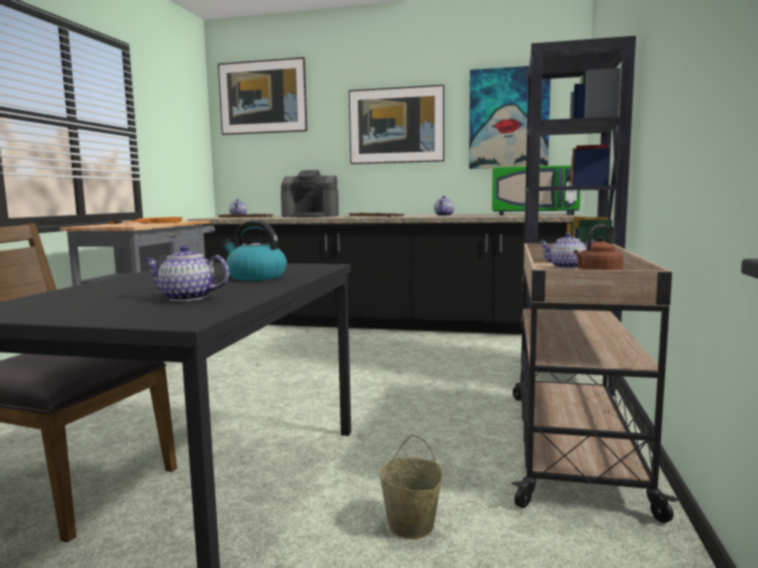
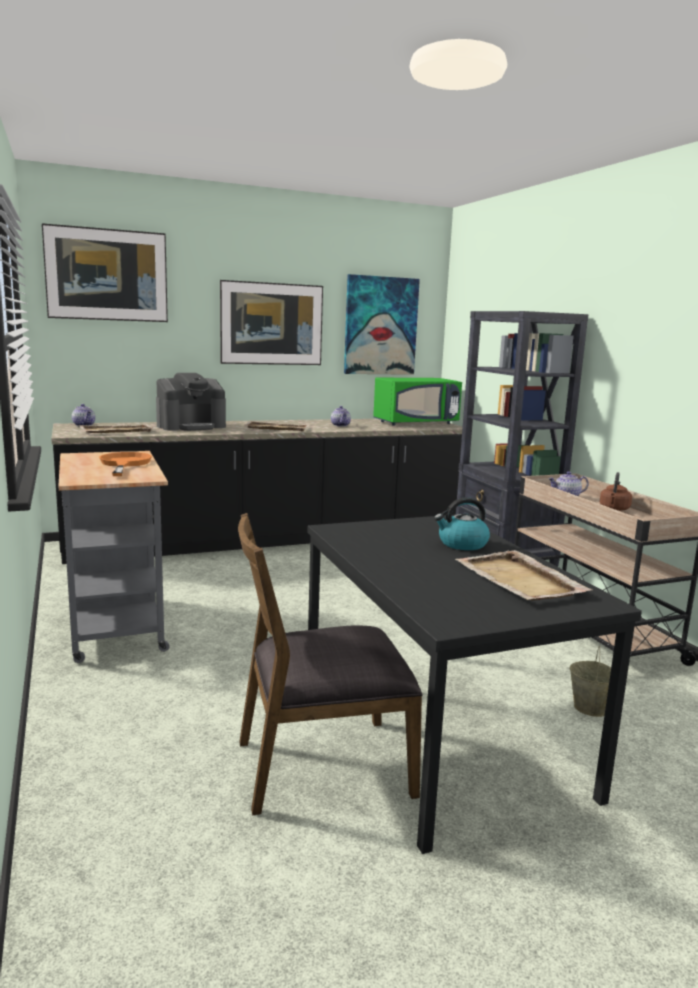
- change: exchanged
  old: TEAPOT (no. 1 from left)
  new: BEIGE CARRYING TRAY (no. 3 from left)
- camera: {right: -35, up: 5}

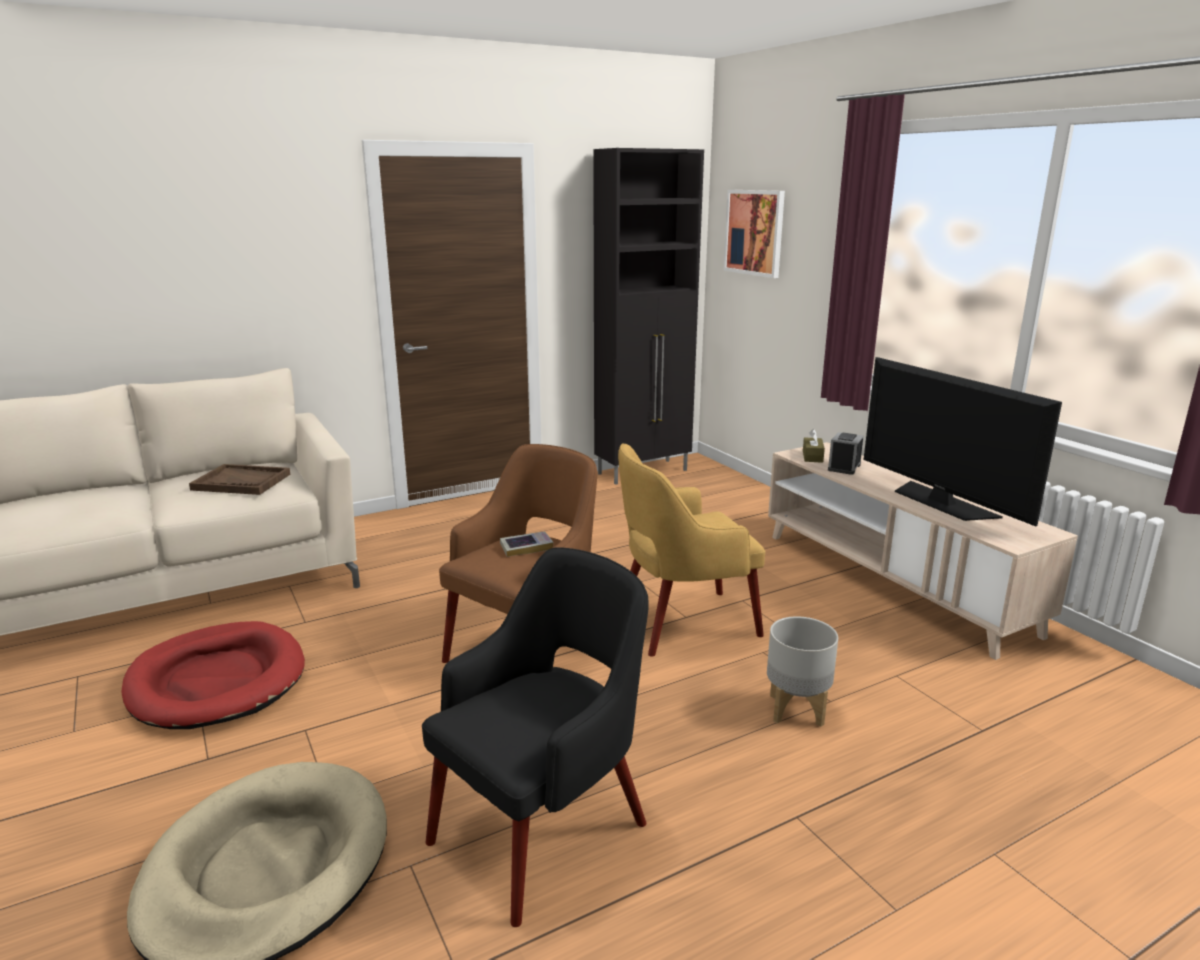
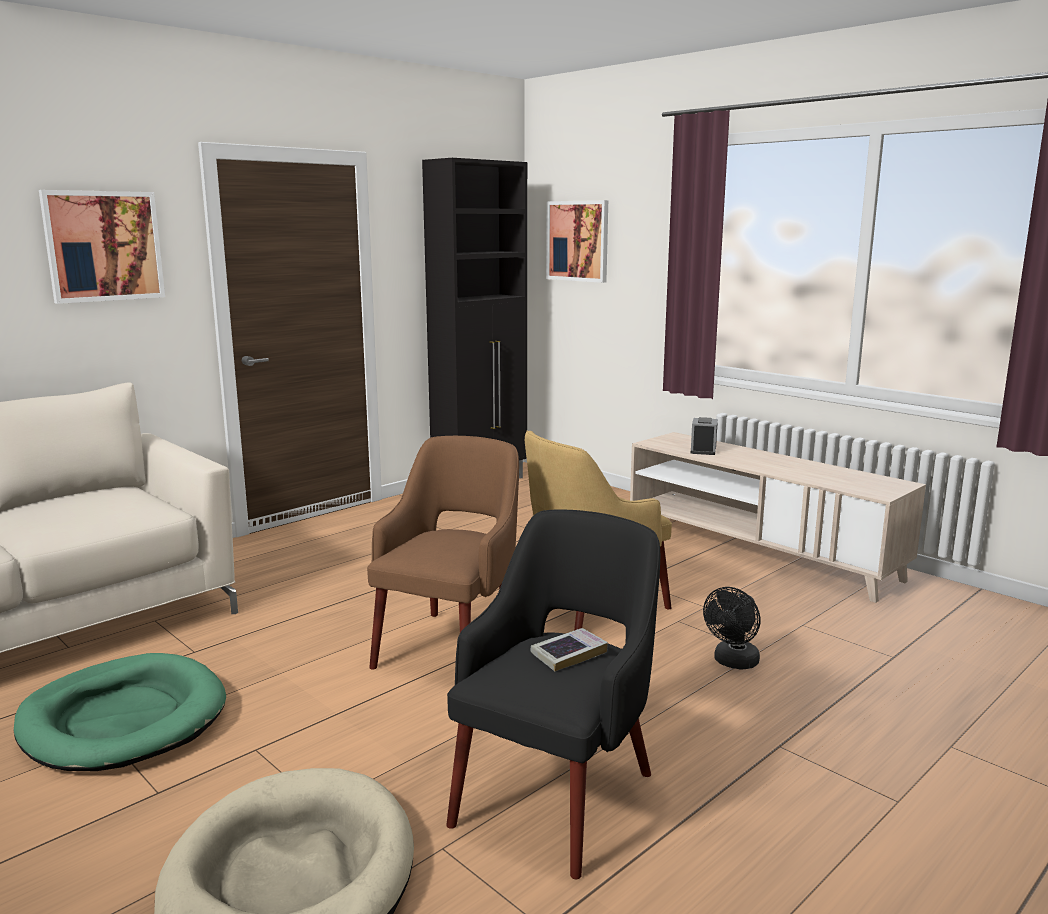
- change: colour
  old: RED-COLOURED DOG CUSHION
  new: GREEN DOG CUSHION
- change: appeared
  new: WALL PICTURE (no. 1 from left)
- change: relocated
  old: BOUND BOOK
- change: exchanged
  old: GREYISH PLANTER
  new: BLACK-COLOURED COOLING FAN
- change: missing
  old: BROWN CARRYING TRAY
- change: missing
  old: BROWN TISSUE HOLDER
- change: missing
  old: TELEVISION
- camera: {right: -15, up: -5}

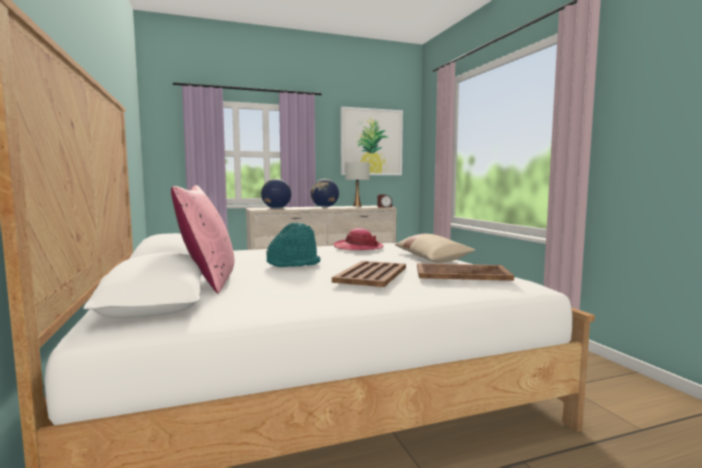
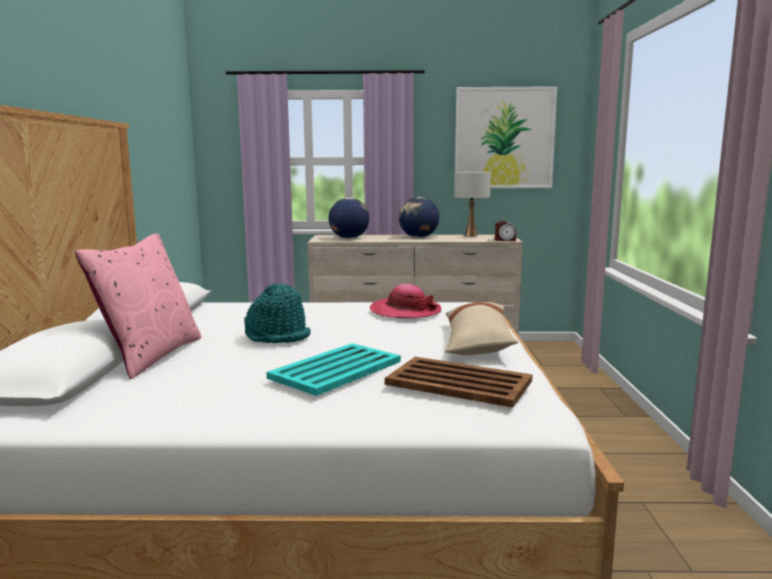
- change: colour
  old: BROWN CARRYING TRAY (no. 1 from left)
  new: TURQUOISE-COLOURED CARRYING TRAY
- camera: {right: 20, up: 5}

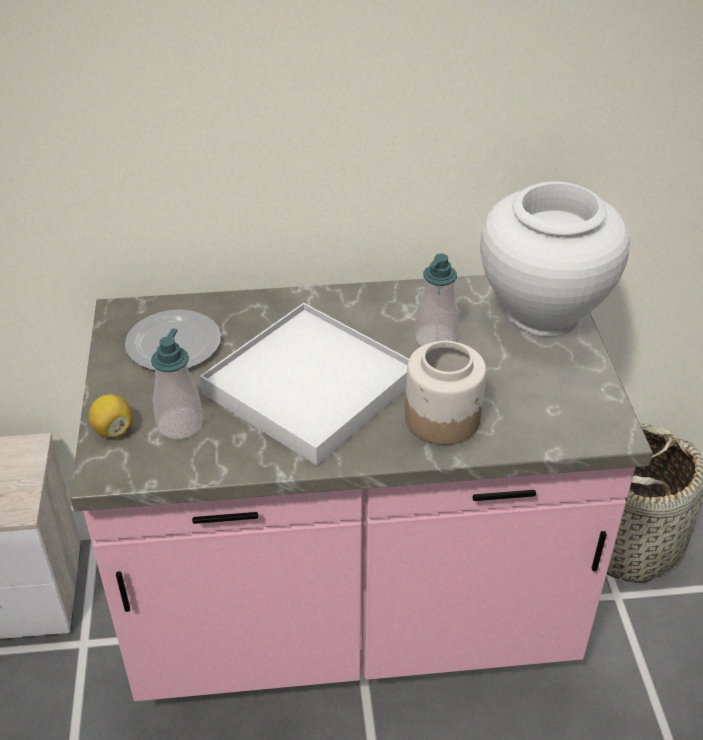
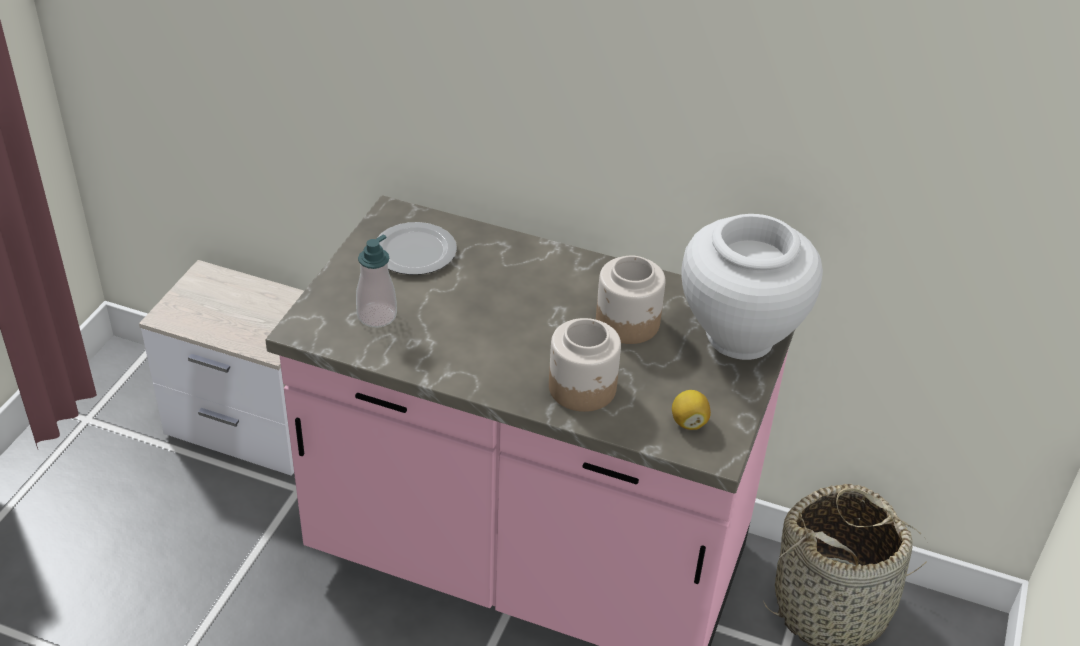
- change: exchanged
  old: SOAP BOTTLE (no. 2 from left)
  new: JAR (no. 2 from left)
- change: relocated
  old: CITRUS FRUIT
- change: missing
  old: WHITE-COLOURED CARRYING TRAY
- camera: {right: 25, up: 0}

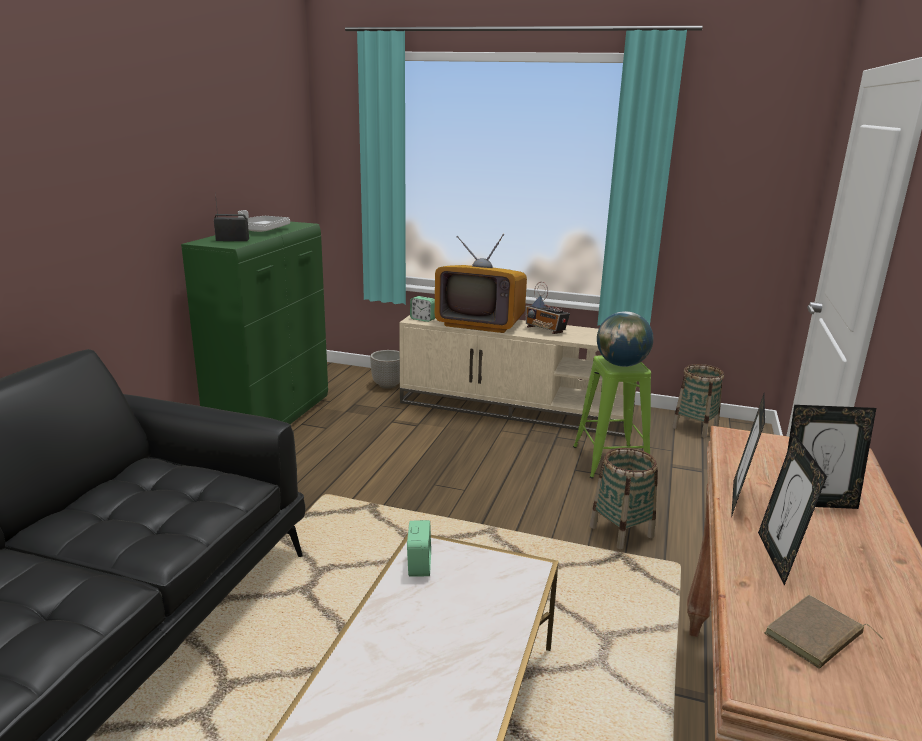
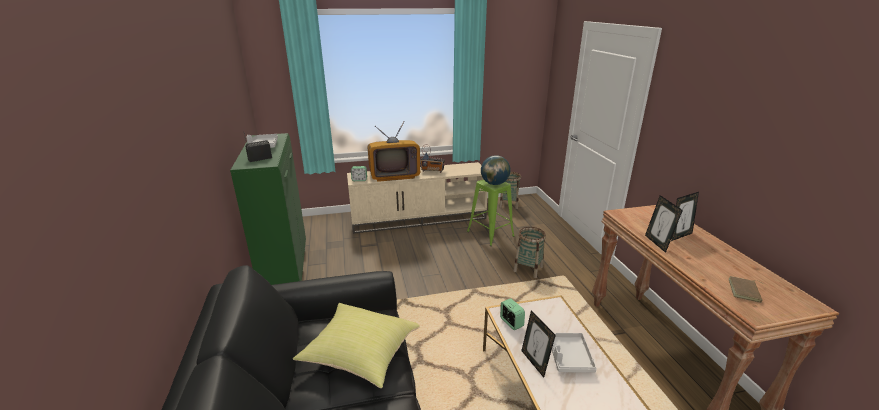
- change: appeared
  new: YELLOW-COLOURED THROW PILLOW
- change: relocated
  old: PHOTO FRAME (no. 2 from left in the first image)
  new: PHOTO FRAME (no. 1 from left)
- change: appeared
  new: GREYISH CARRYING TRAY (no. 2 from left)
- change: missing
  old: PLANTER
- camera: {right: -30, up: 5}

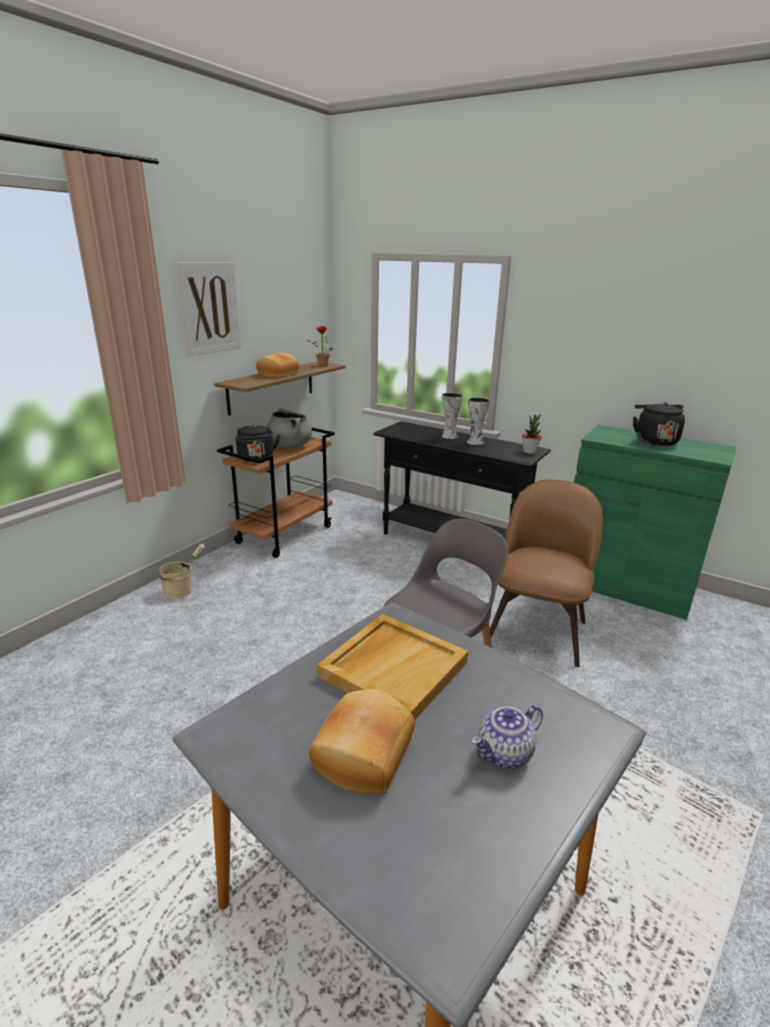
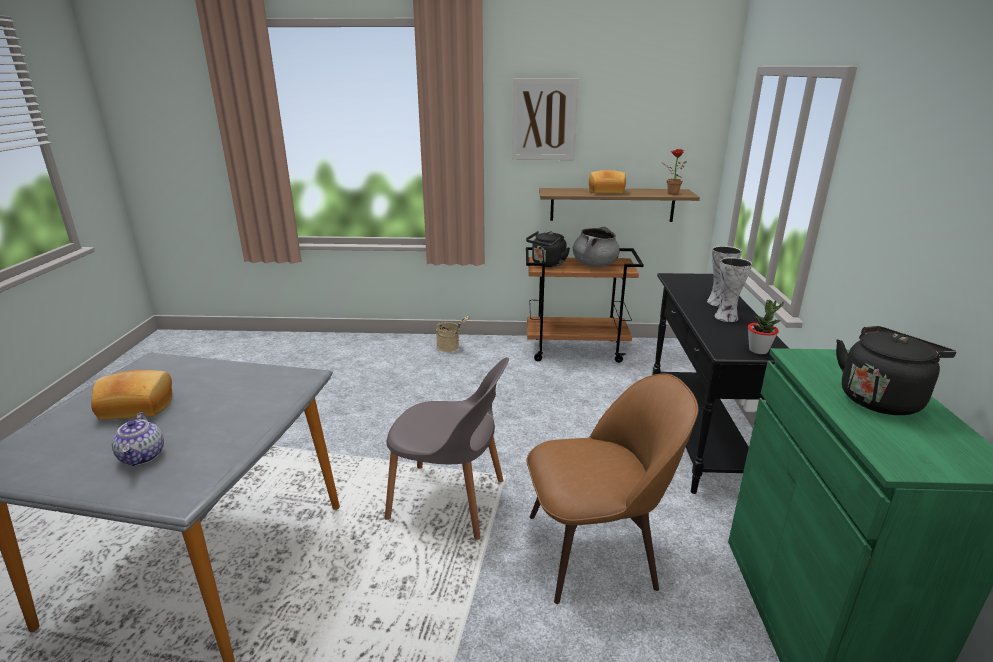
- change: spun
  old: TEAPOT
  degrees: -135
- change: missing
  old: BEIGE CARRYING TRAY
- camera: {right: 60, up: 0}

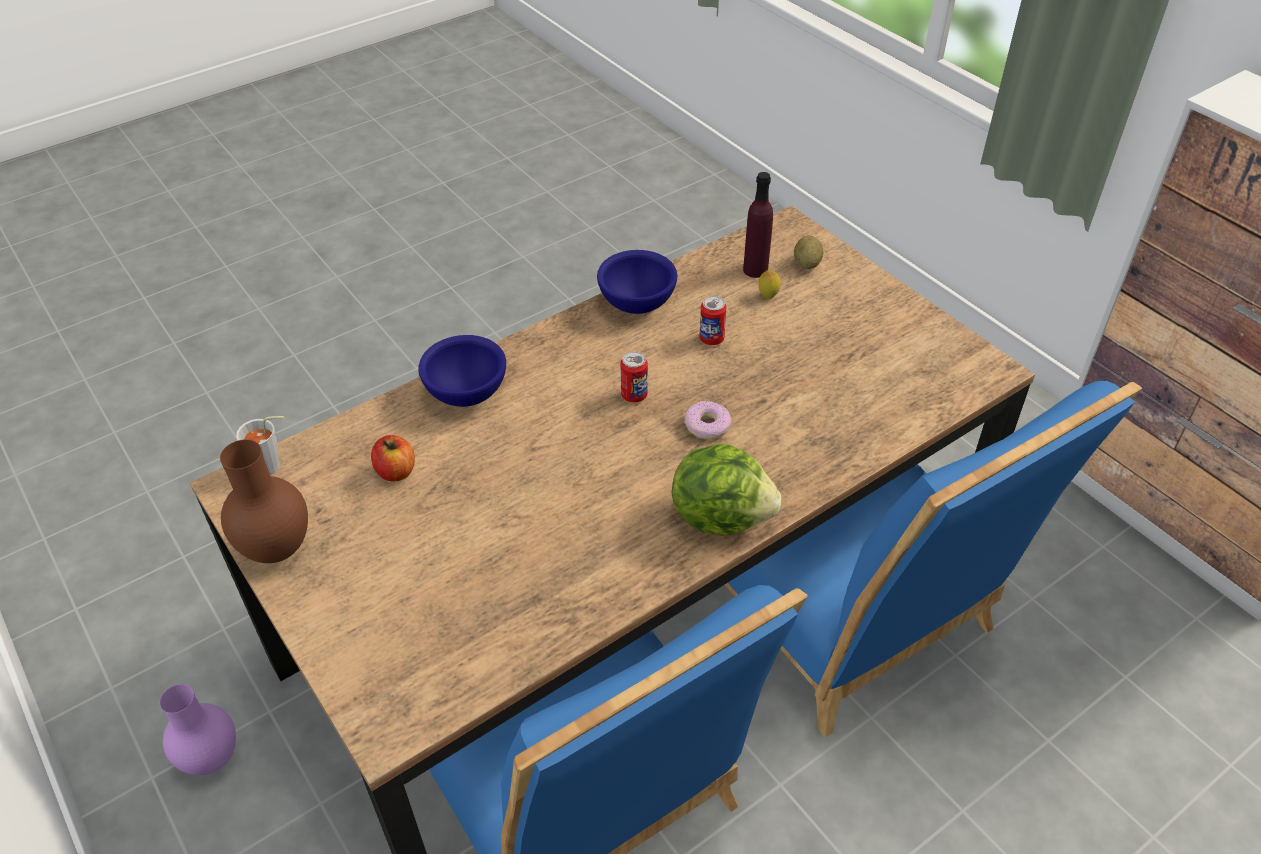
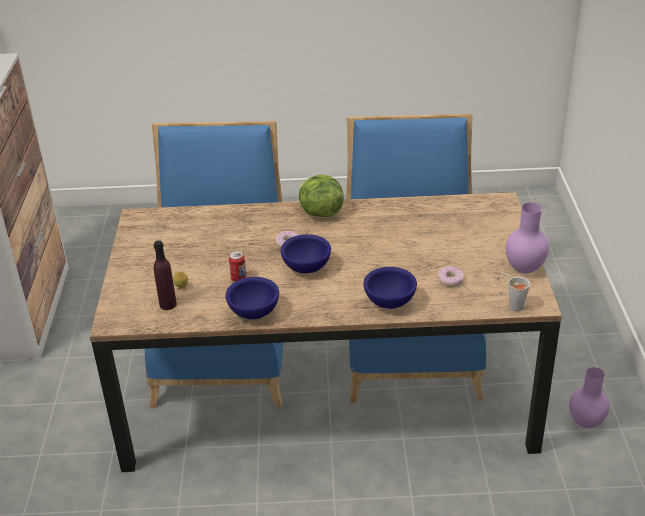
- change: exchanged
  old: METAL CAN (no. 1 from left)
  new: BLUISH DEEP DISH (no. 2 from left)
- change: exchanged
  old: APPLE
  new: DONUT (no. 2 from left)
- change: colour
  old: BROWN FLOWER VASE
  new: PURPLISH FLOWER VASE (no. 1 from left)
- change: missing
  old: POTATO
- camera: {right: -145, up: -10}

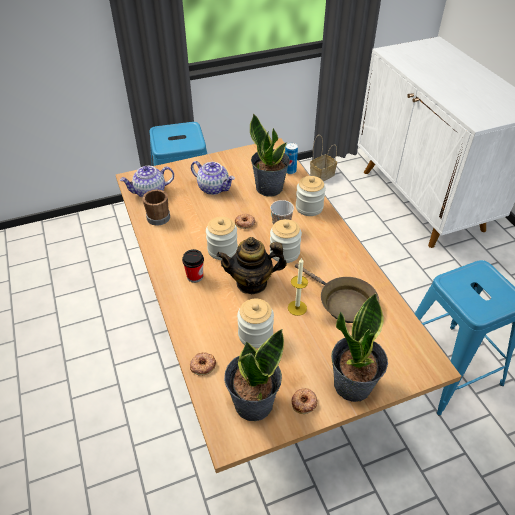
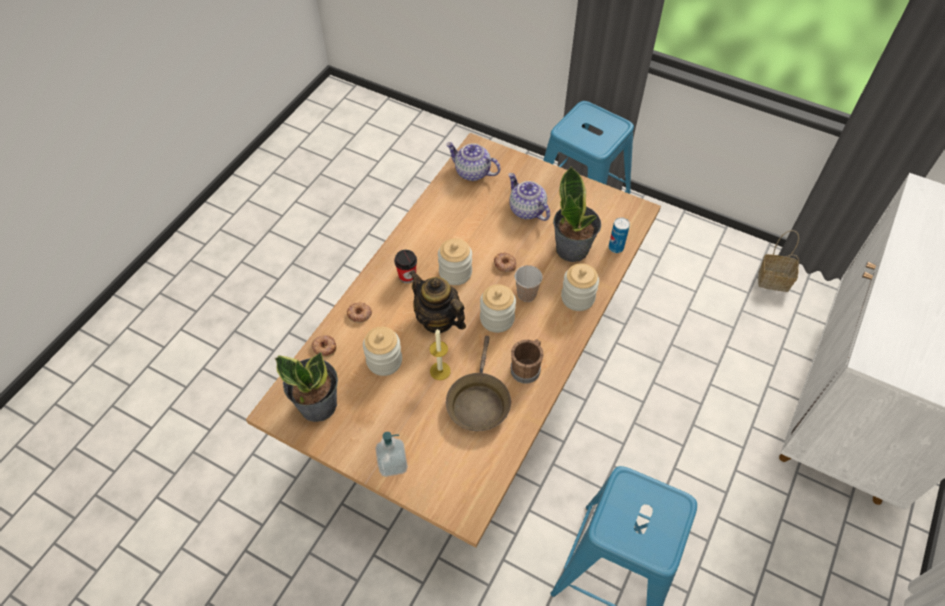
- change: relocated
  old: DONUT (no. 3 from left in the first image)
  new: DONUT (no. 2 from left)
- change: exchanged
  old: PLANT IN A POT (no. 3 from left)
  new: SOAP BOTTLE
- change: spun
  old: TEAPOT (no. 2 from left in the first image)
  degrees: 150
- change: relocated
  old: BROWN TEA MUG
- camera: {right: 50, up: 10}

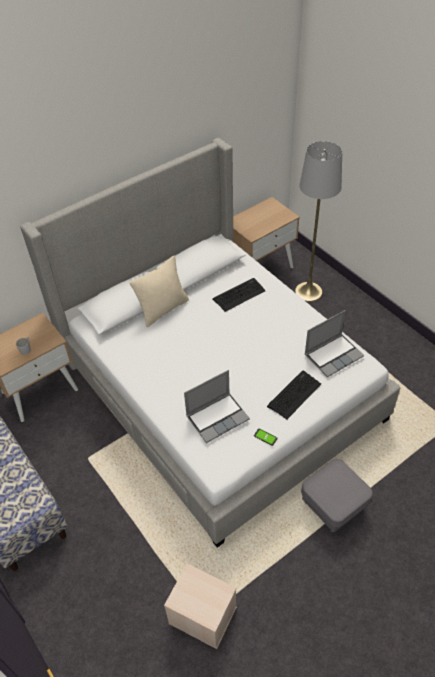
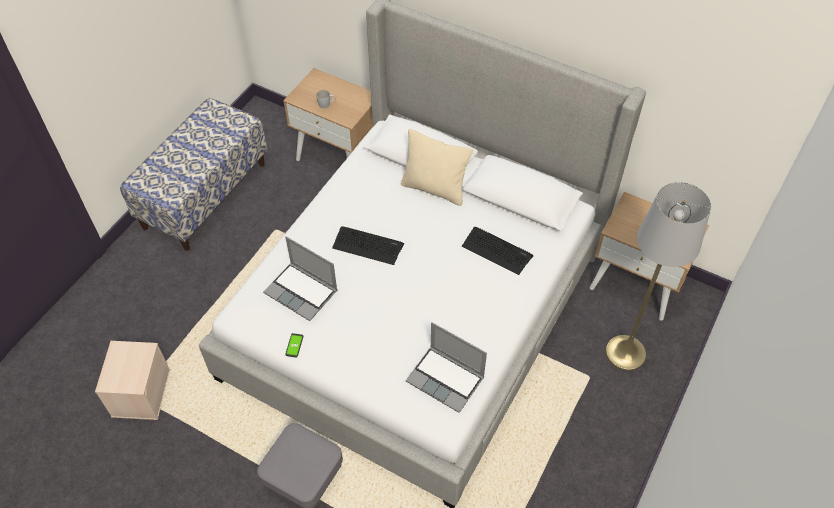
- change: relocated
  old: COMPUTER KEYBOARD (no. 2 from left in the first image)
  new: COMPUTER KEYBOARD (no. 1 from left)
- camera: {right: 65, up: 5}

